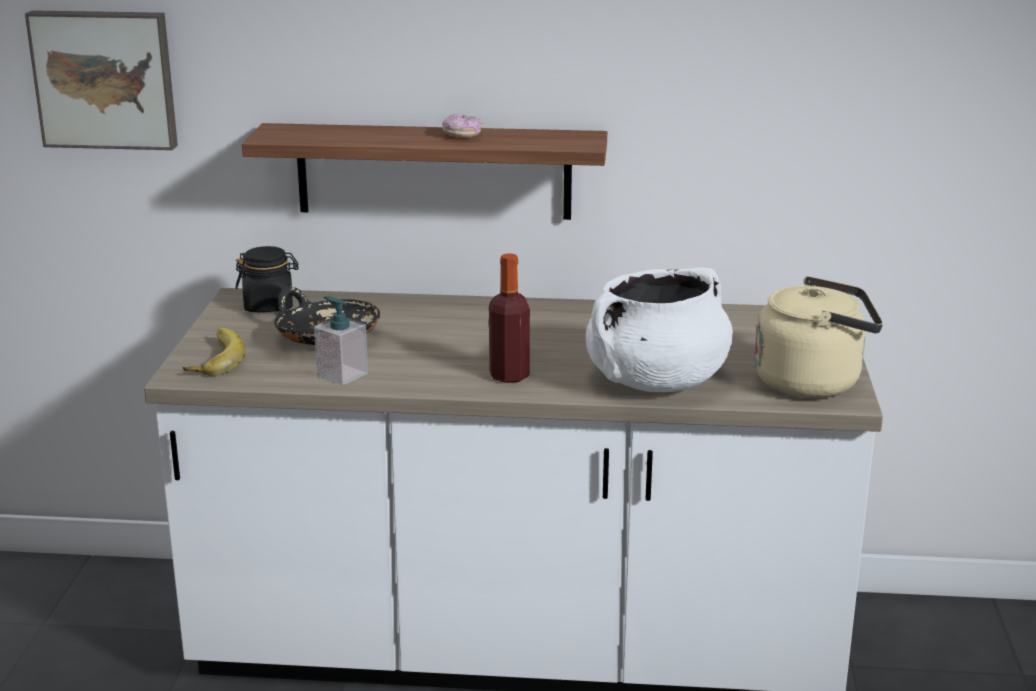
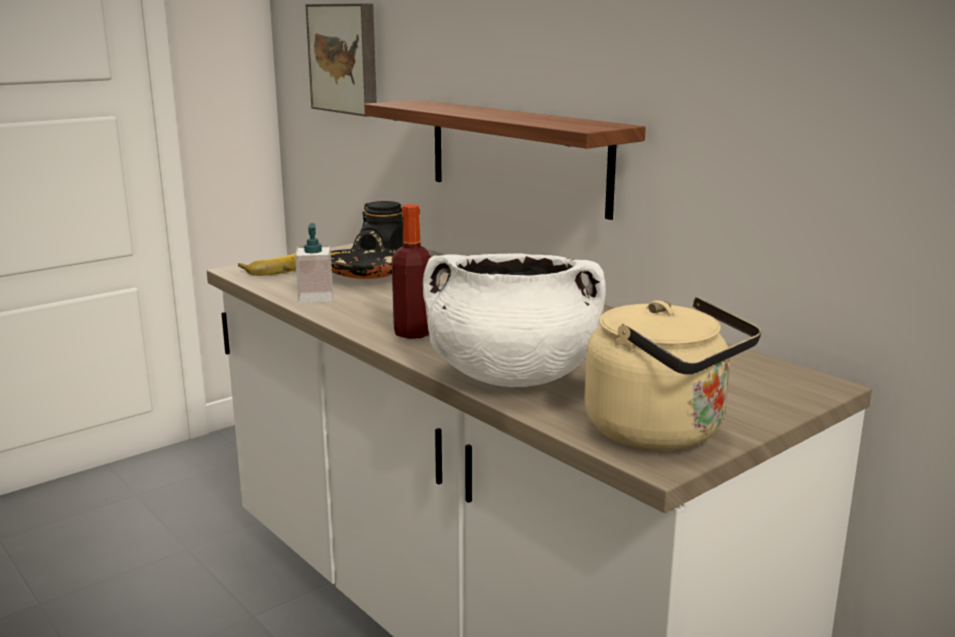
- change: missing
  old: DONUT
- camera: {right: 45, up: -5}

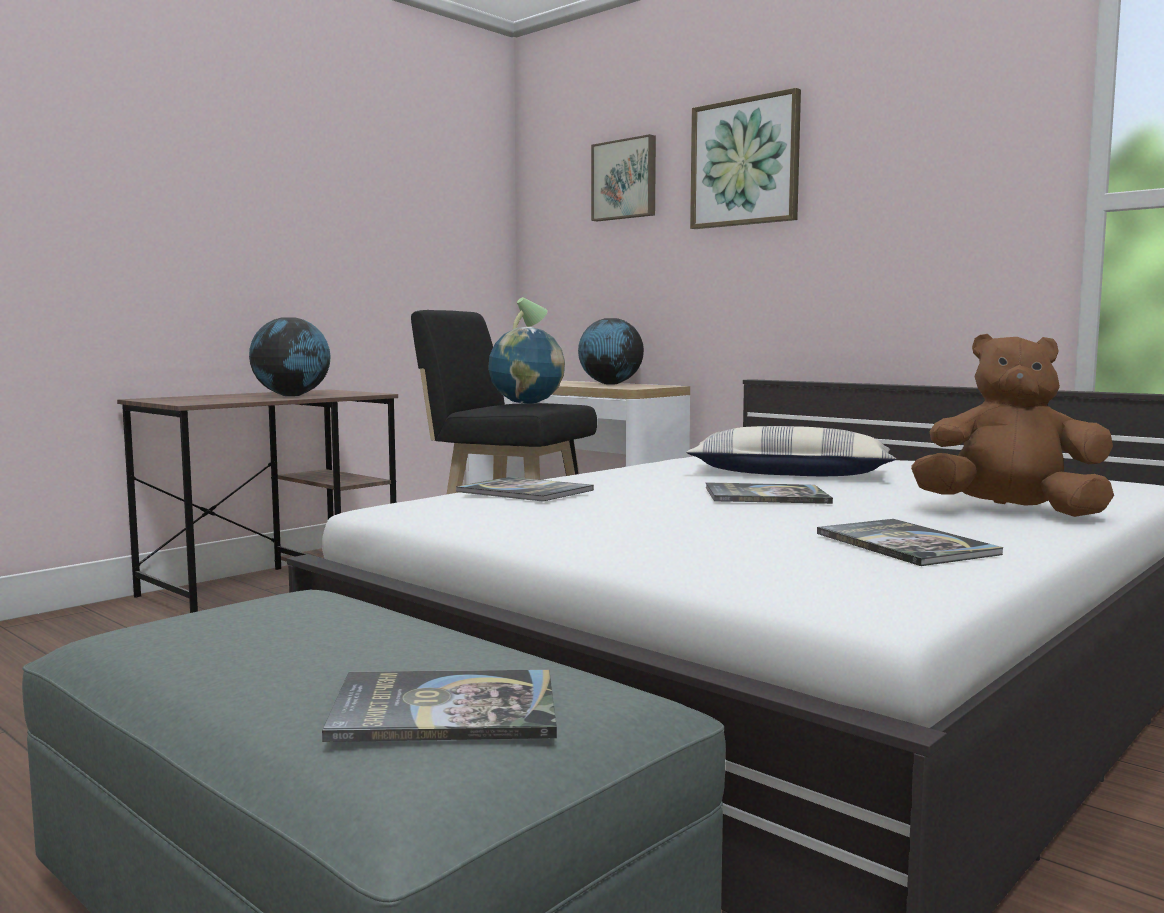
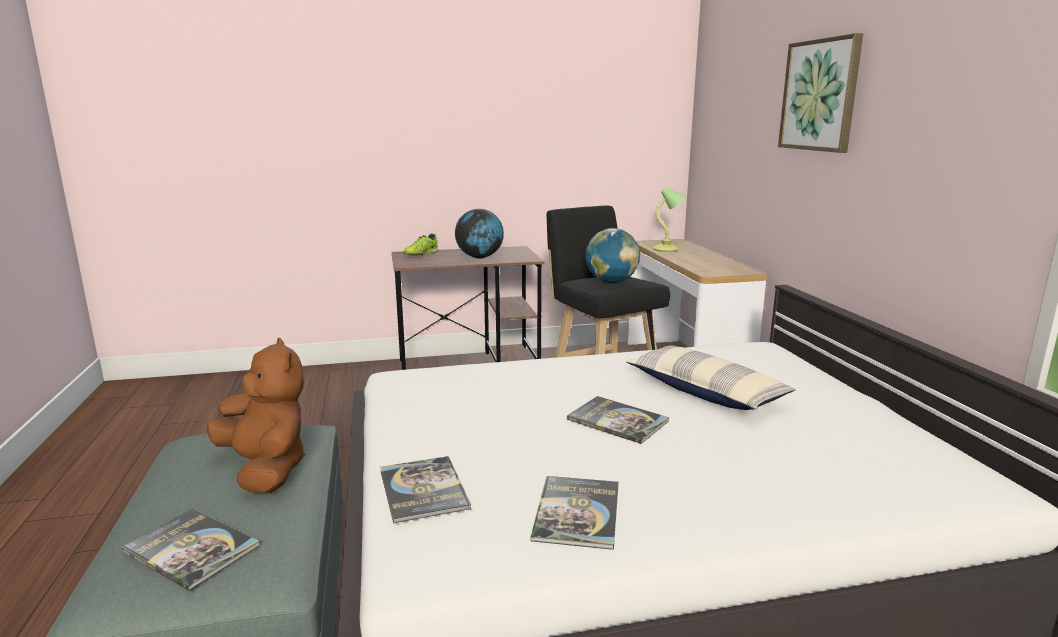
- change: relocated
  old: BROWN CUDDLY TOY
- change: relocated
  old: BOUND BOOK (no. 2 from left)
- change: appeared
  new: LOW SHOE
- change: missing
  old: GLOBE (no. 3 from left)
- change: missing
  old: WALL PICTURE (no. 1 from left)
- camera: {right: 35, up: 10}

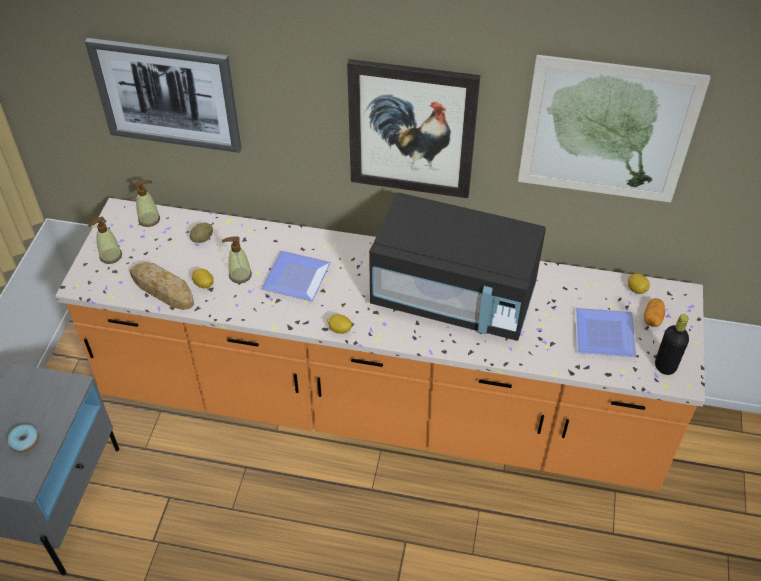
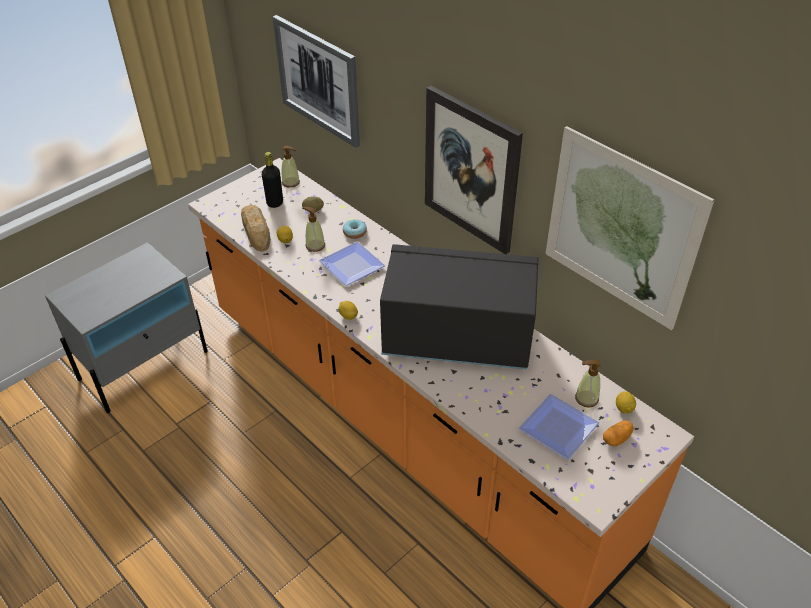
- change: relocated
  old: BLACK-COLOURED BOTTLE
- change: relocated
  old: DONUT
- change: spun
  old: BLACK-COLOURED MICROWAVE
  degrees: 135
- change: relocated
  old: SOAP BOTTLE (no. 1 from left in the first image)
  new: SOAP BOTTLE (no. 3 from left)
- camera: {right: 35, up: -5}

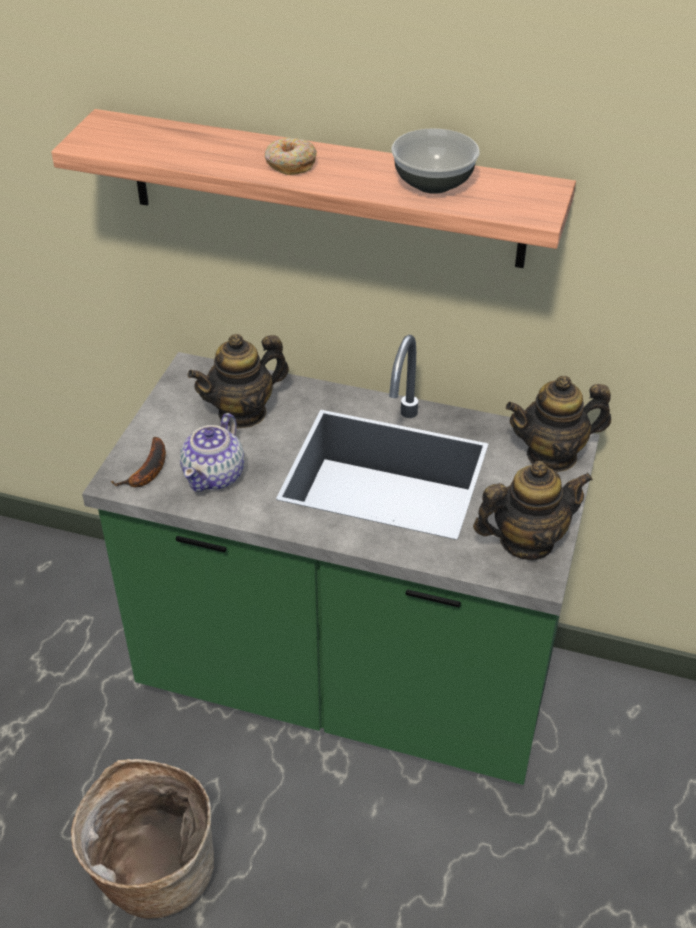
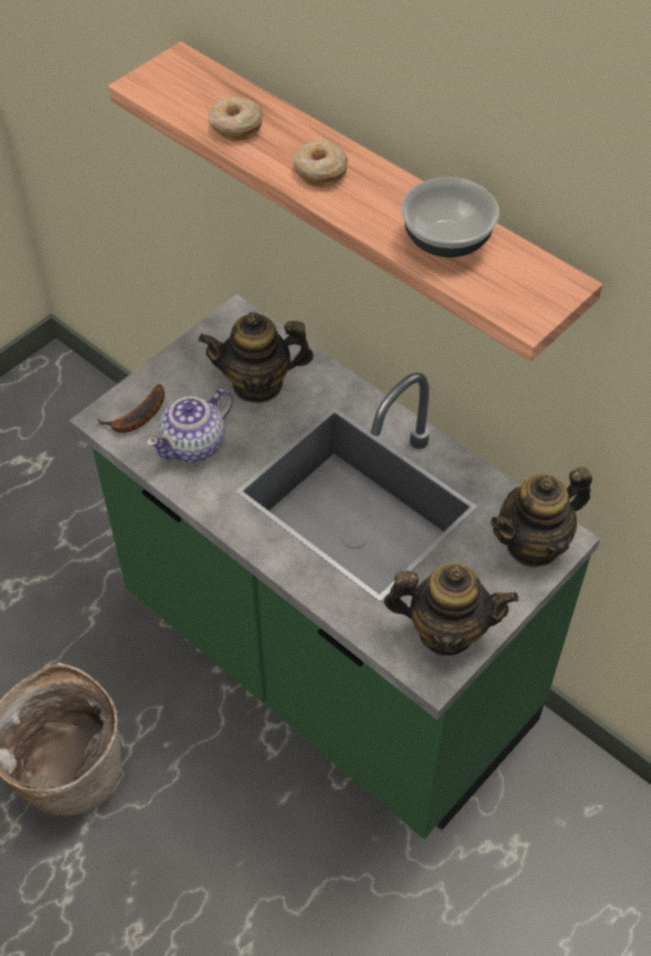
- change: appeared
  new: DONUT (no. 1 from left)
- change: spun
  old: TEAPOT (no. 4 from left)
  degrees: -45
- camera: {right: 25, up: 10}

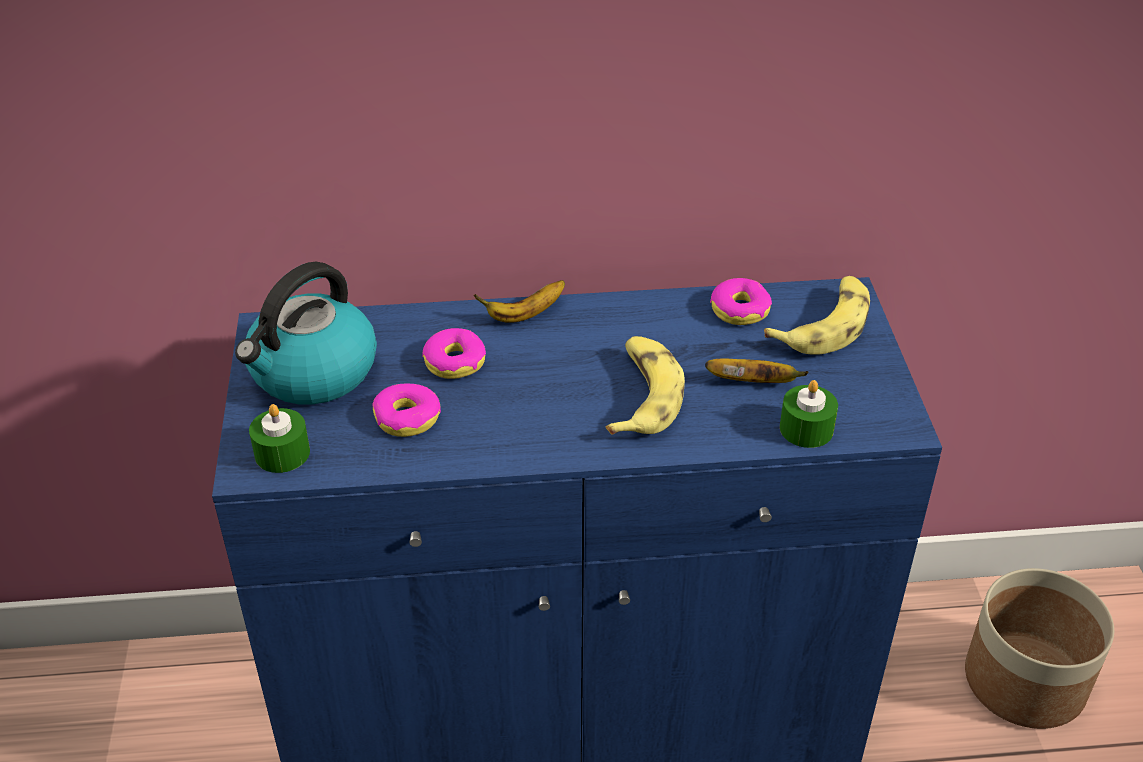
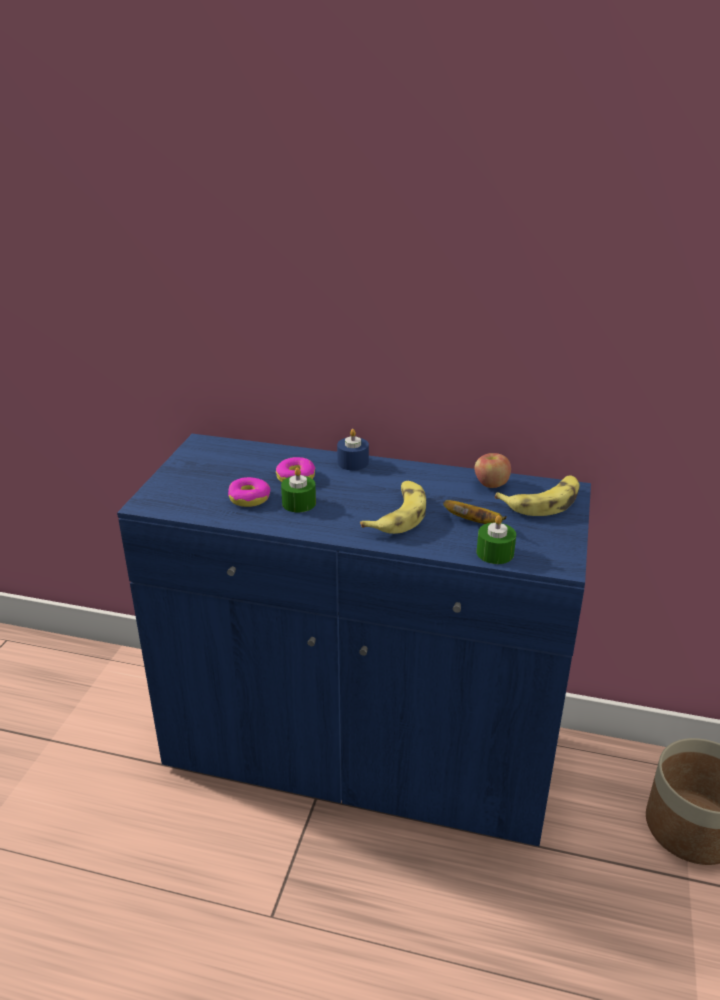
- change: relocated
  old: GREEN CANDLE (no. 1 from left)
- change: exchanged
  old: BANANA (no. 1 from left)
  new: BLUISH CANDLE
- change: exchanged
  old: DONUT (no. 3 from left)
  new: APPLE
- change: missing
  old: WATER KETTLE
- camera: {right: 20, up: -10}

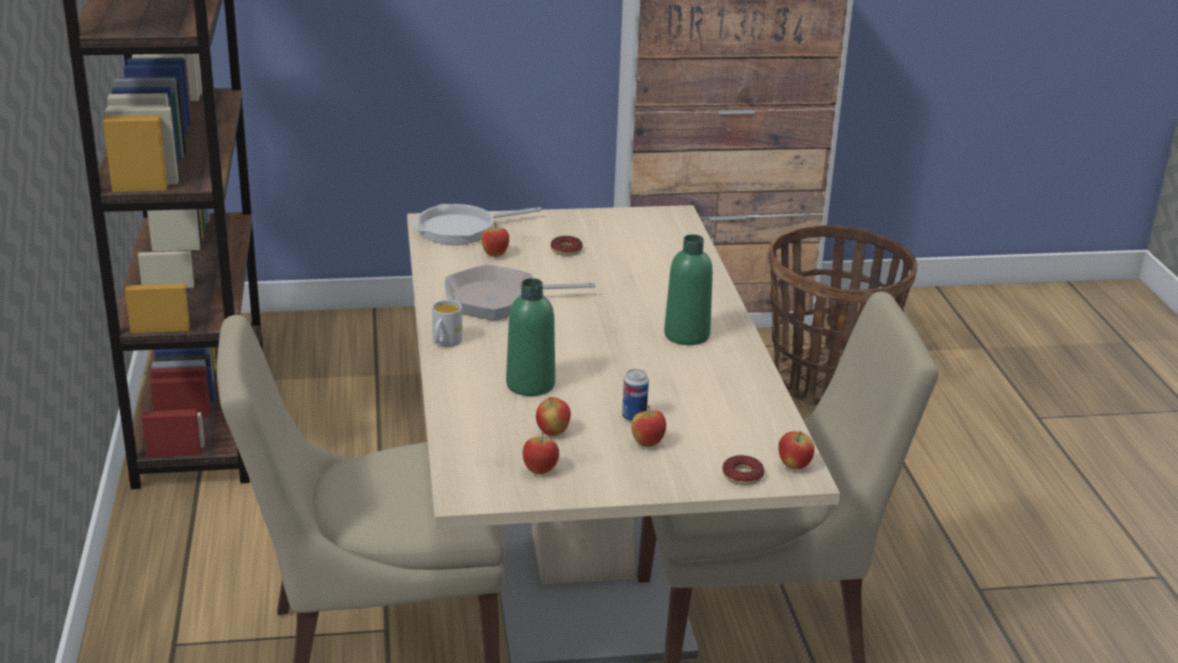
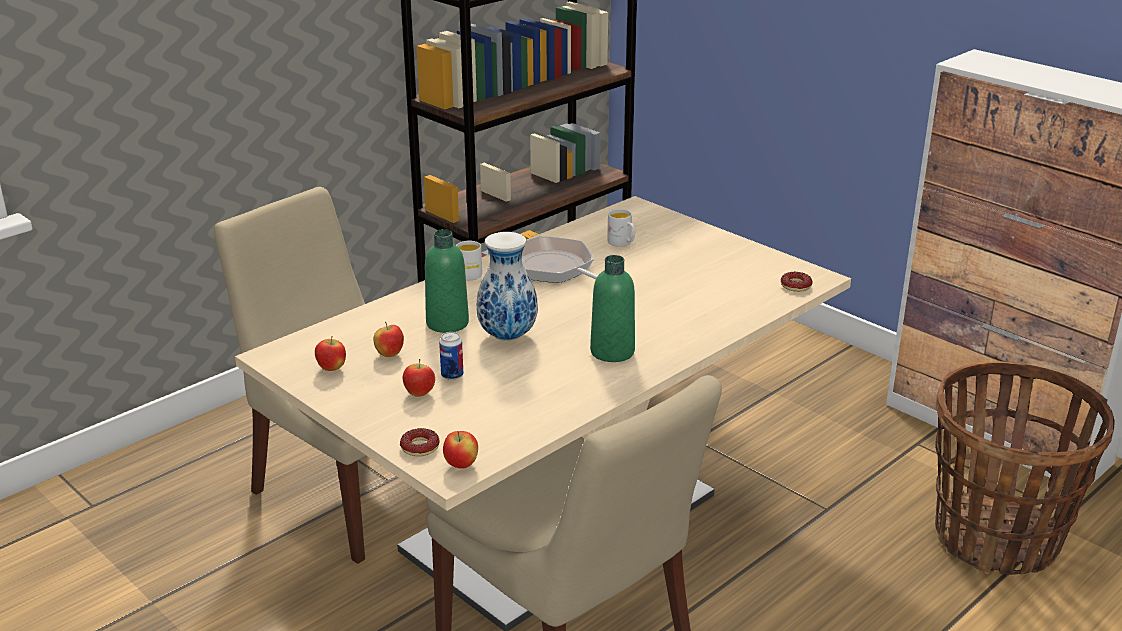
- change: appeared
  new: FLOWER VASE
- change: exchanged
  old: APPLE (no. 1 from left)
  new: WHITE-COLOURED TEA MUG (no. 2 from left)
- change: relocated
  old: DONUT (no. 1 from left in the first image)
  new: DONUT (no. 2 from left)
- change: missing
  old: PAN (no. 1 from left)
- camera: {right: 55, up: 0}

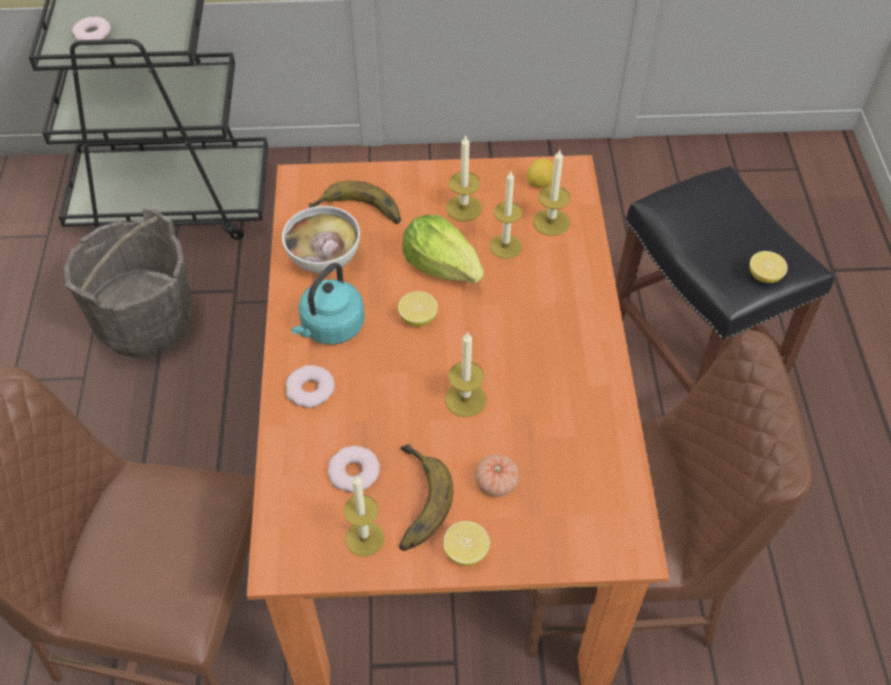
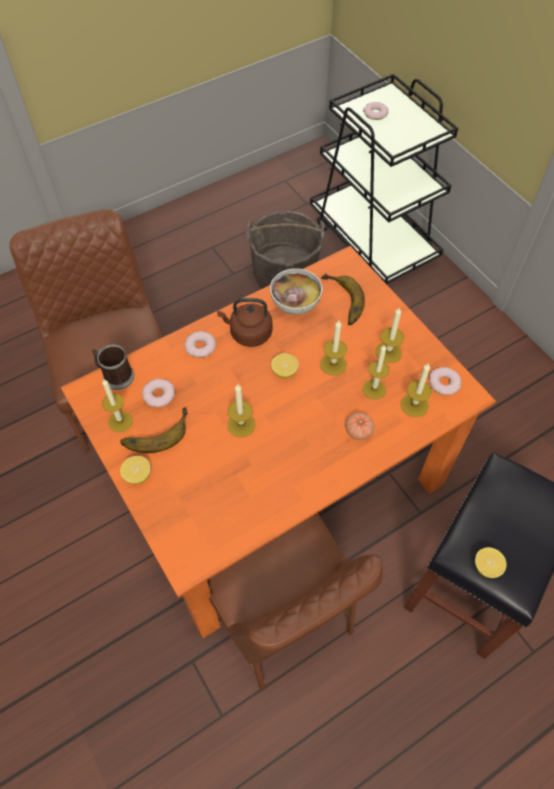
- change: appeared
  new: TEA MUG
- change: colour
  old: TURQUOISE-COLOURED WATER KETTLE
  new: BROWN WATER KETTLE
- change: exchanged
  old: LETTUCE
  new: CANDLE (no. 3 from left)
- change: relocated
  old: TOMATO
- change: exchanged
  old: CITRUS FRUIT (no. 3 from left)
  new: DONUT (no. 4 from left)
- camera: {right: 60, up: 5}

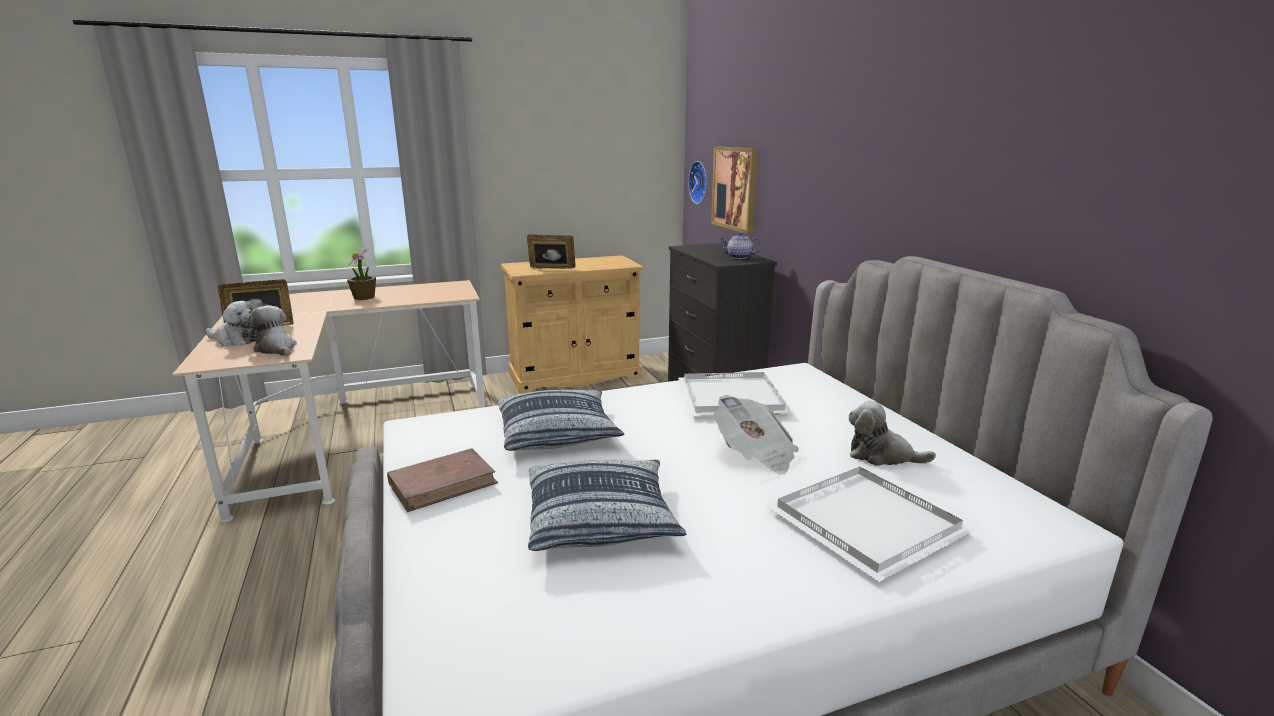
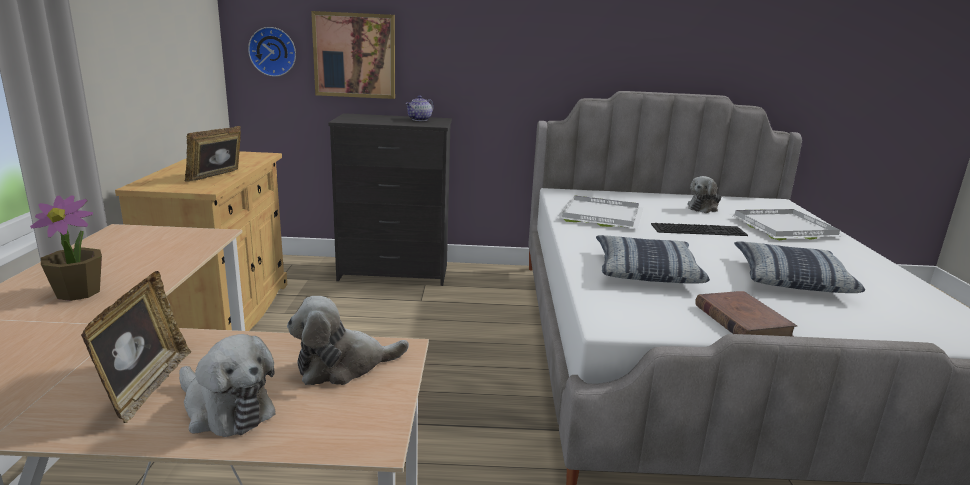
- change: spun
  old: CUDDLY TOY (no. 1 from left)
  degrees: 90
- change: exchanged
  old: DAILY PAPER
  new: COMPUTER KEYBOARD
- camera: {right: -70, up: 0}

